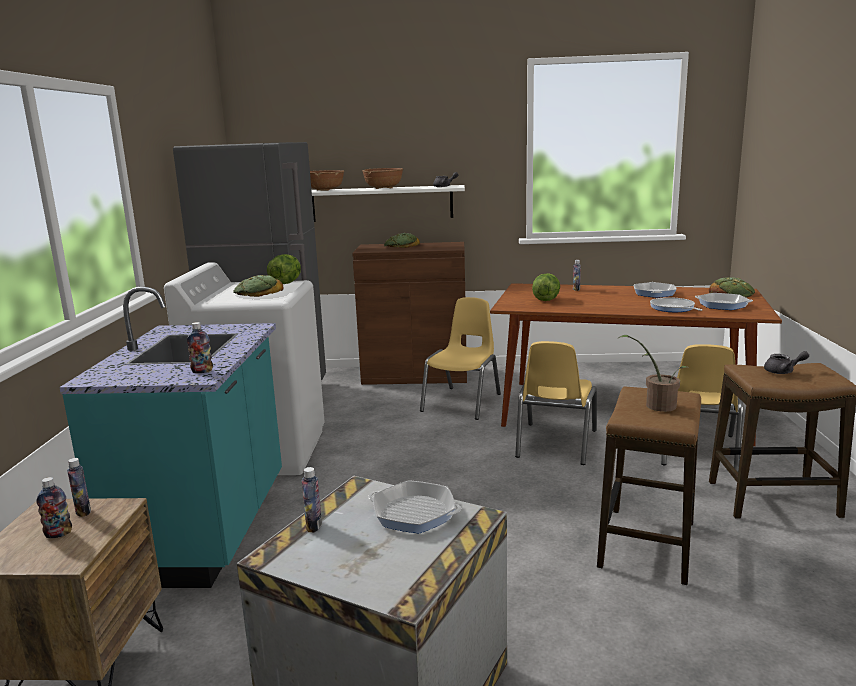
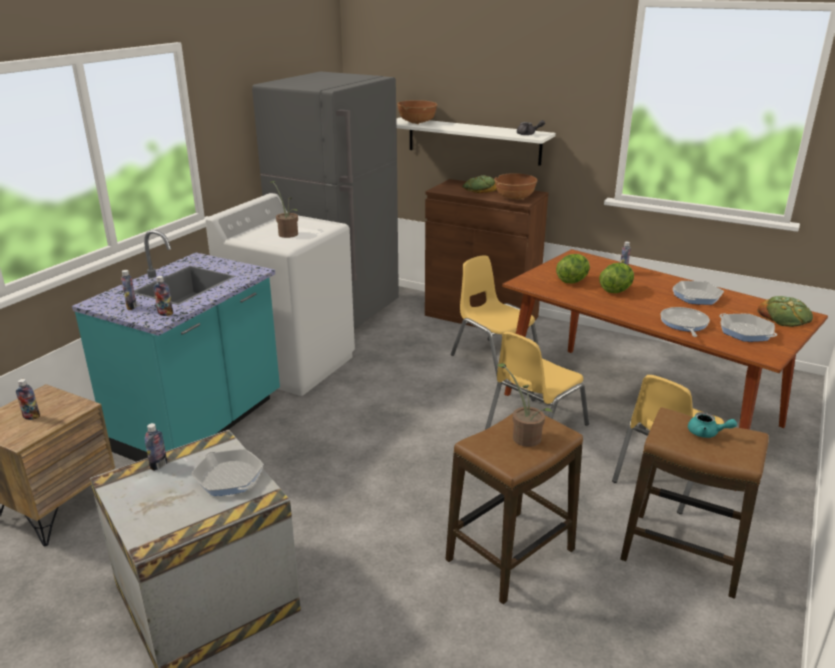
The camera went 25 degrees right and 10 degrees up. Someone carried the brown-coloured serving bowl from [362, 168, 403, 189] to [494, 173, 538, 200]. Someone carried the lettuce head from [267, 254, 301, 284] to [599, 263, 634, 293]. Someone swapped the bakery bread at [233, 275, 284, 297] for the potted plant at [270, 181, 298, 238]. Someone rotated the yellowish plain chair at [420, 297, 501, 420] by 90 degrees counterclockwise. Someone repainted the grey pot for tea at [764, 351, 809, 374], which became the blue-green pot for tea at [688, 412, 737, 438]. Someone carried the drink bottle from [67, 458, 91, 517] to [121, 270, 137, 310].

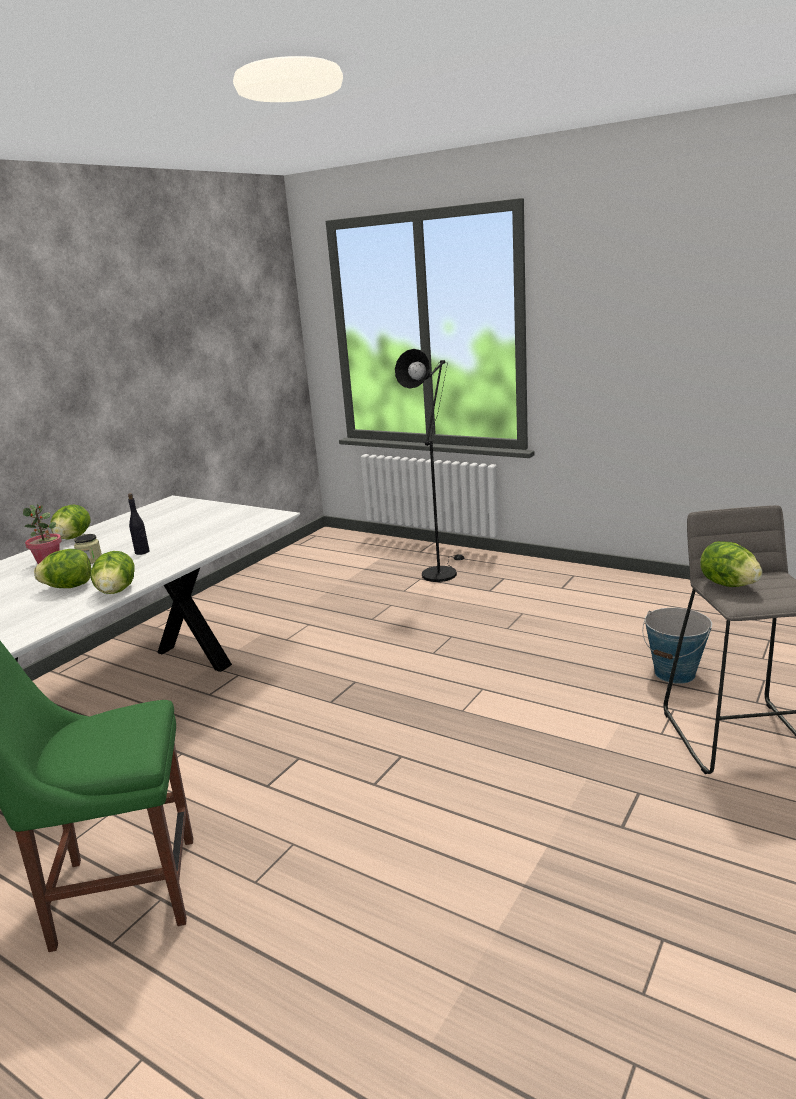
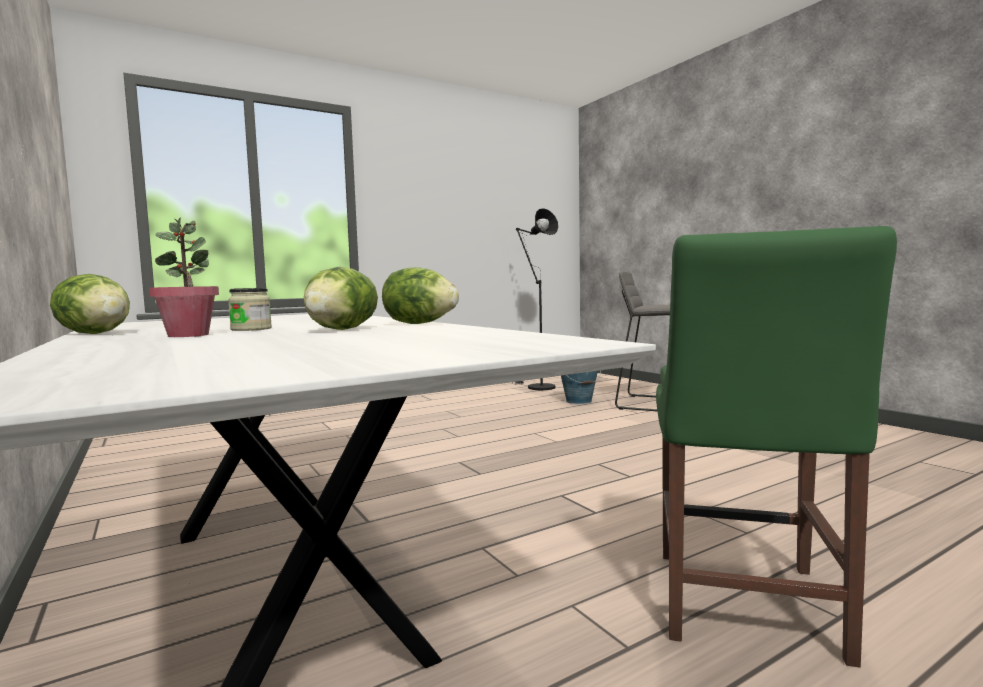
The camera went 65 degrees left and 15 degrees down. Someone carried the black floor lamp from [395, 349, 464, 582] to [512, 208, 558, 390]. Someone took away the black drink bottle at [128, 493, 150, 555]. Someone took away the lettuce head at [700, 541, 762, 587].

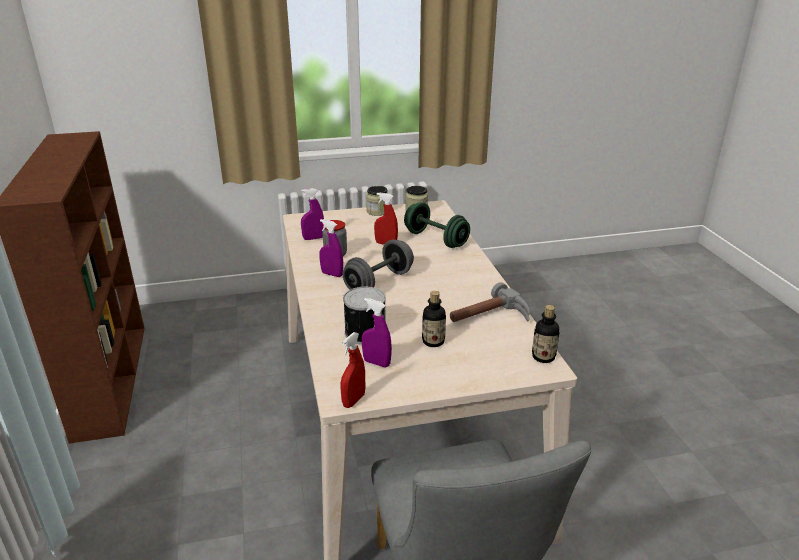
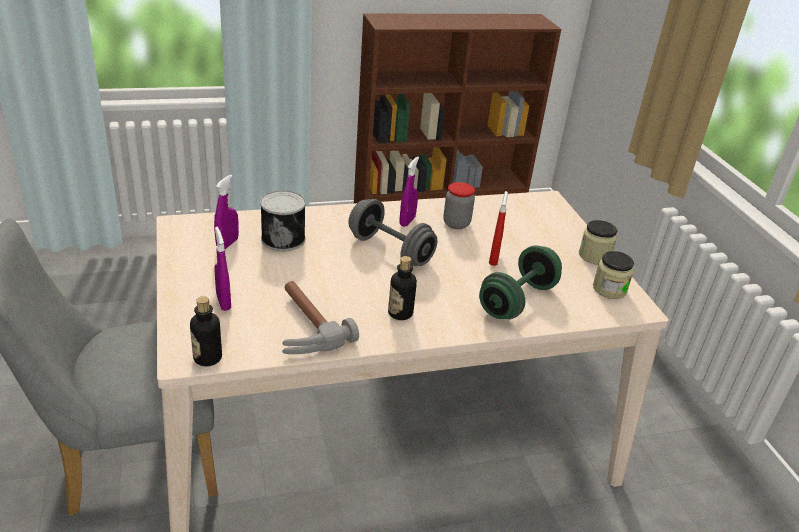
The camera went 85 degrees right and 5 degrees up. Someone carried the purple-coloured hand sprayer from [301, 188, 324, 240] to [215, 227, 231, 311]. Someone carried the drink bottle from [422, 291, 446, 347] to [388, 256, 417, 320]. Someone took away the reddish hand sprayer at [341, 332, 365, 408].

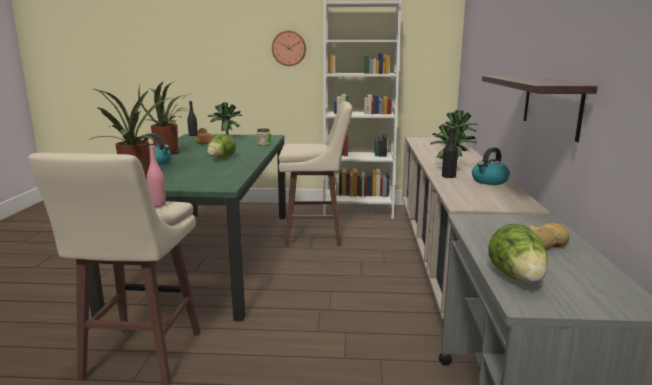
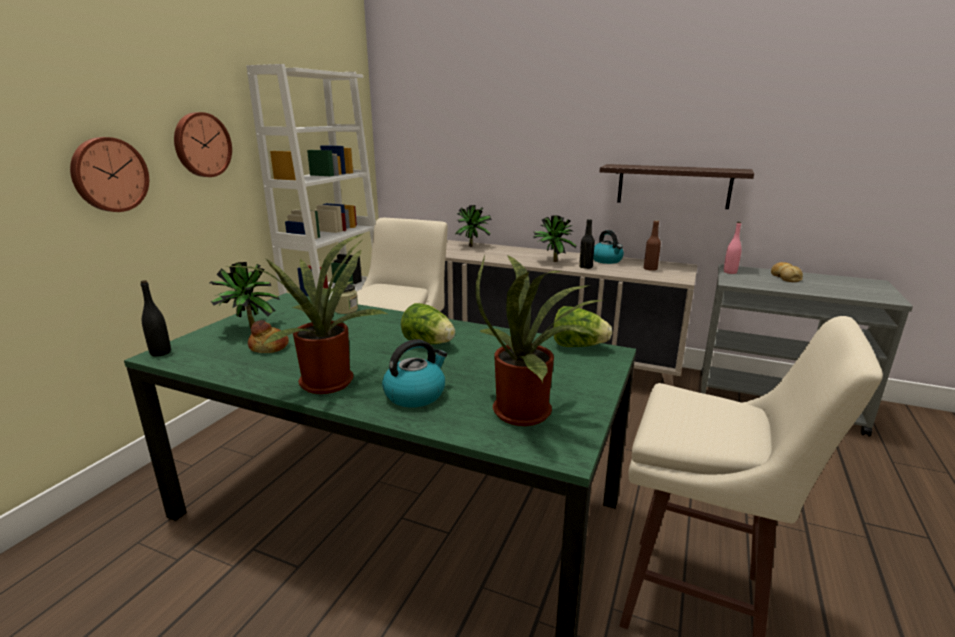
The camera went 70 degrees left and 5 degrees up. Someone carried the pinkish drink bottle from [147, 144, 166, 207] to [724, 222, 742, 274]. Someone carried the lettuce head from [489, 223, 548, 283] to [553, 306, 612, 347]. Someone put up the clock on the wall at [70, 137, 149, 212]. Someone put down the brown-coloured drink bottle at [644, 220, 661, 271].

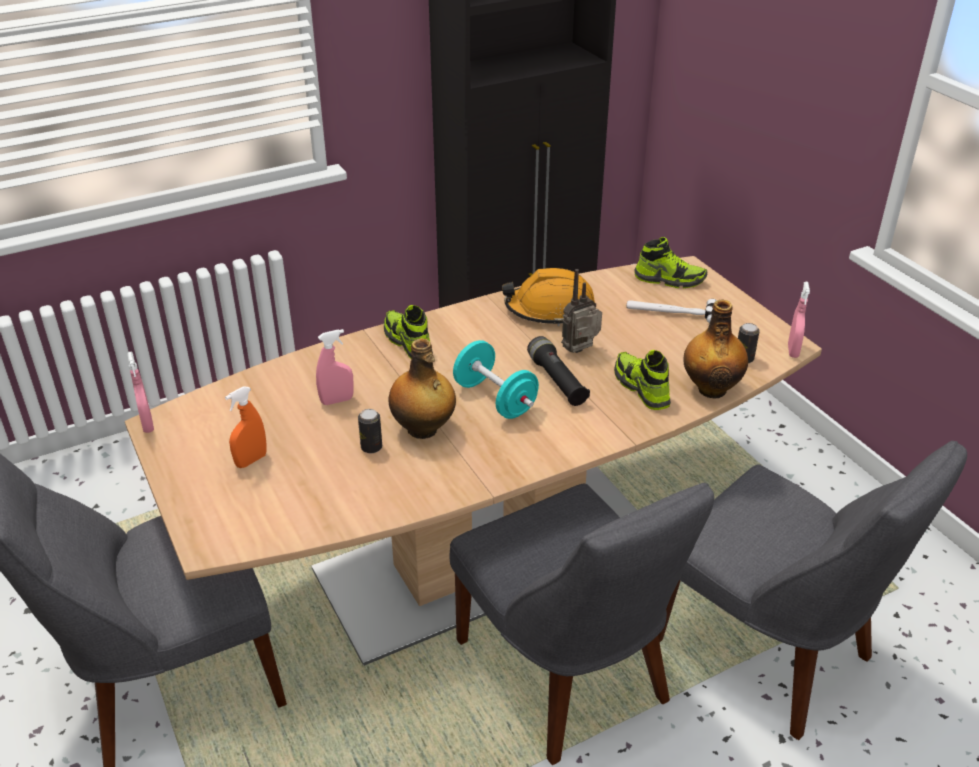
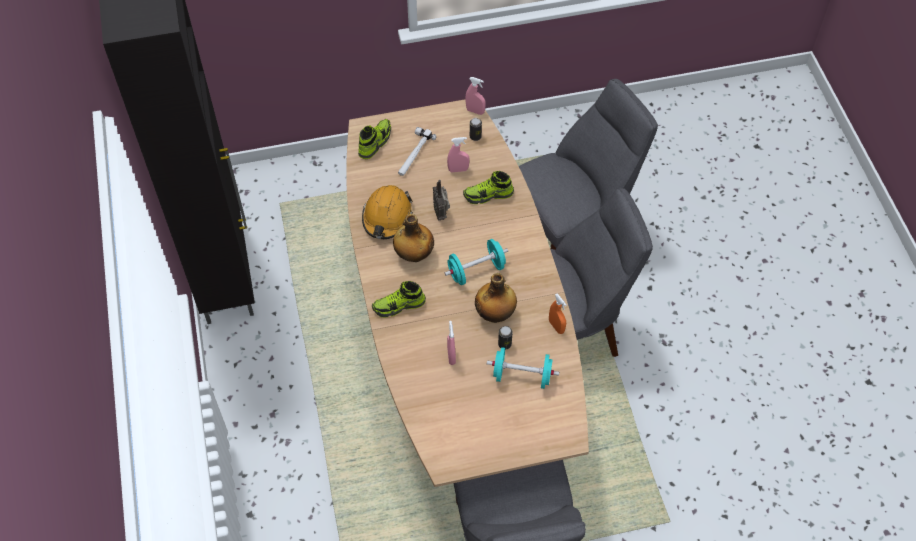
The camera went 75 degrees left and 20 degrees up. Someone carried the drink bottle from [683, 300, 748, 399] to [393, 214, 434, 262]. Someone took away the black flashlight at [527, 336, 590, 406]. Someone carried the pinkish hand sprayer from [127, 352, 154, 433] to [447, 137, 470, 172]. Someone carried the orange hand sprayer from [225, 386, 267, 468] to [549, 294, 566, 334]. Someone put down the blue-green hand weight at [487, 347, 559, 389].

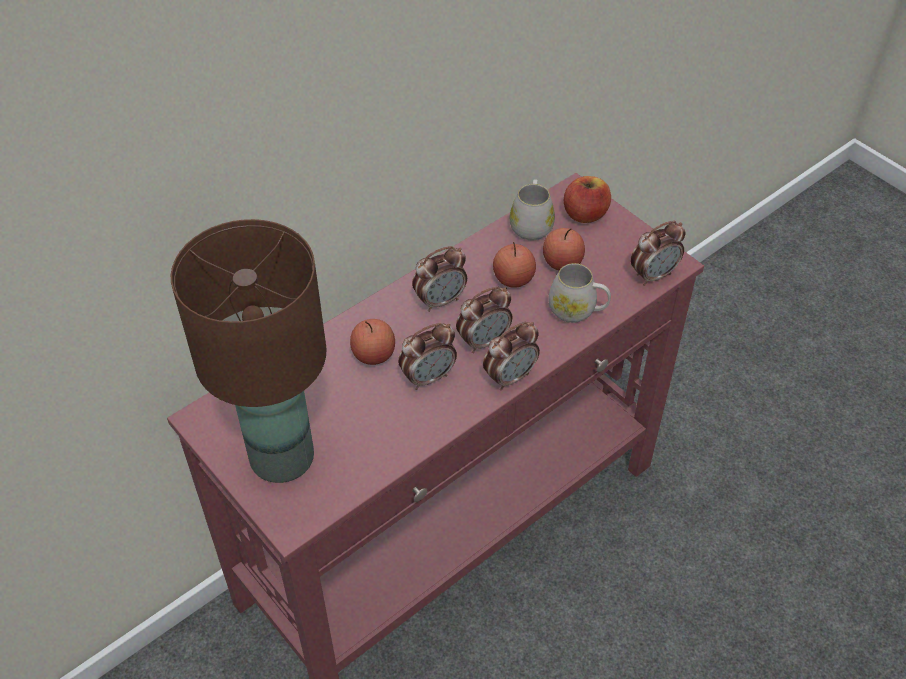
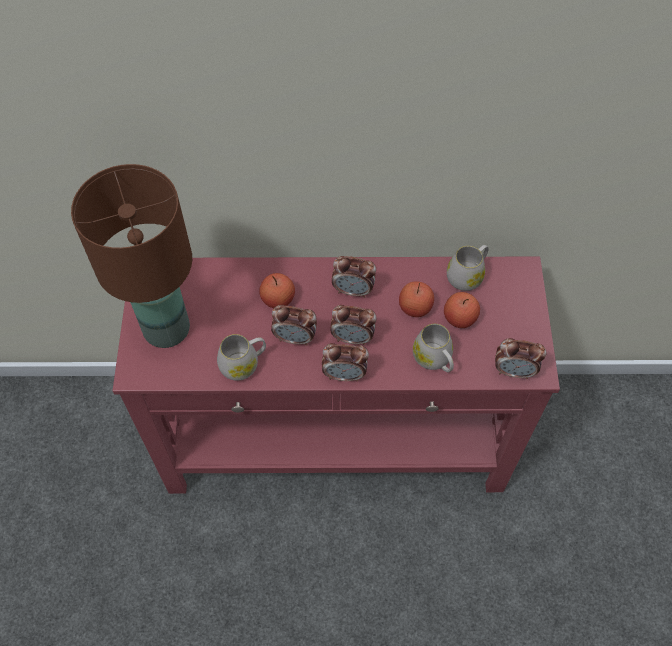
The camera went 40 degrees right and 10 degrees up. Someone took away the whole apple at [564, 176, 611, 223]. Someone put down the white-coloured mug at [217, 334, 266, 381].

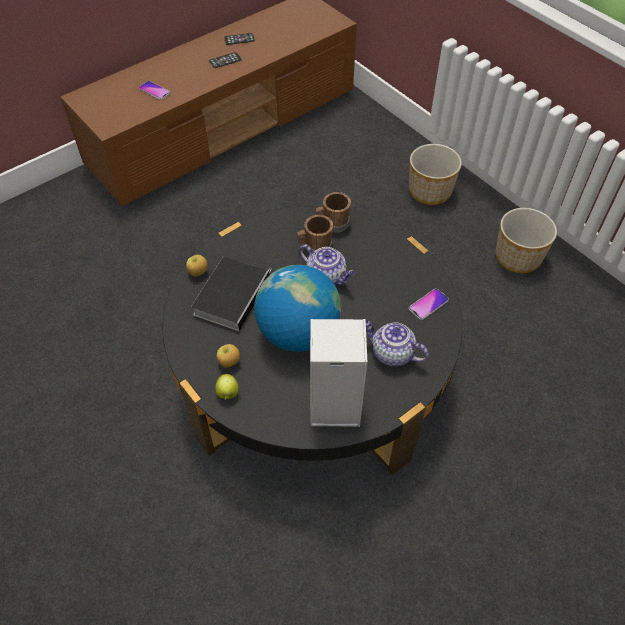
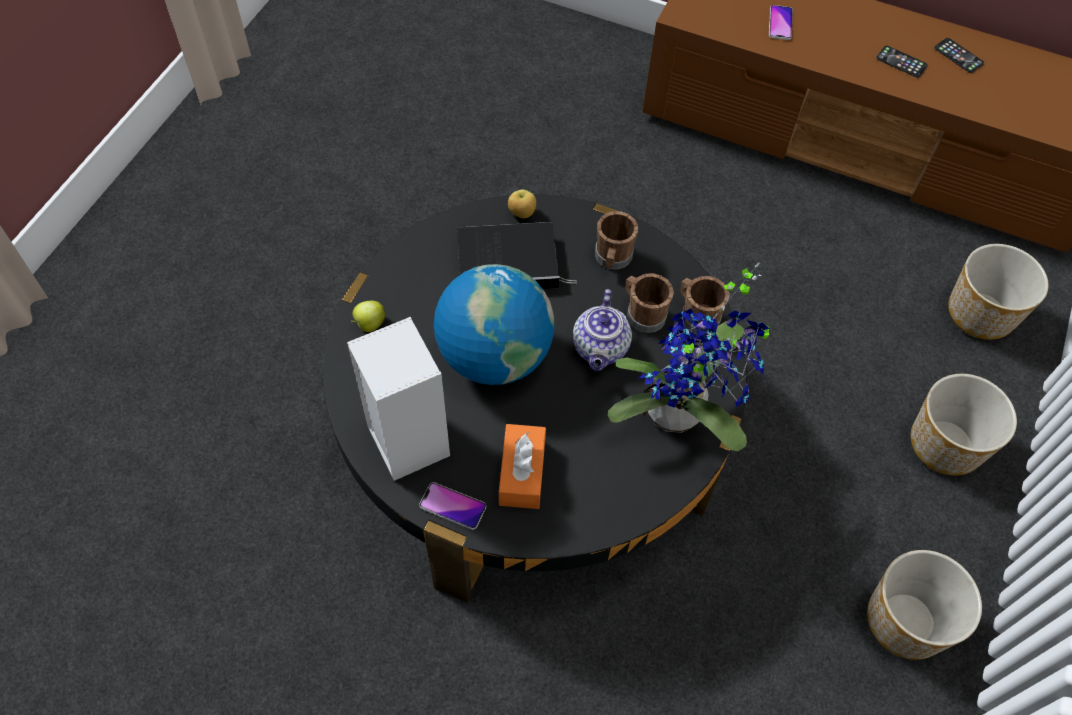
The camera went 60 degrees right and 5 degrees up. Someone carried the phone from [409, 288, 449, 320] to [419, 482, 486, 530]. Someone swapped the pot for tea at [366, 320, 429, 367] for the orange tissue holder at [499, 424, 546, 509]. Someone took away the whole apple at [217, 344, 240, 368]. Someone put down the brown-coloured mug at [595, 211, 638, 270]. Someone put down the flower pot at [948, 244, 1049, 340]. Someone put down the potted plant at [608, 263, 769, 451].

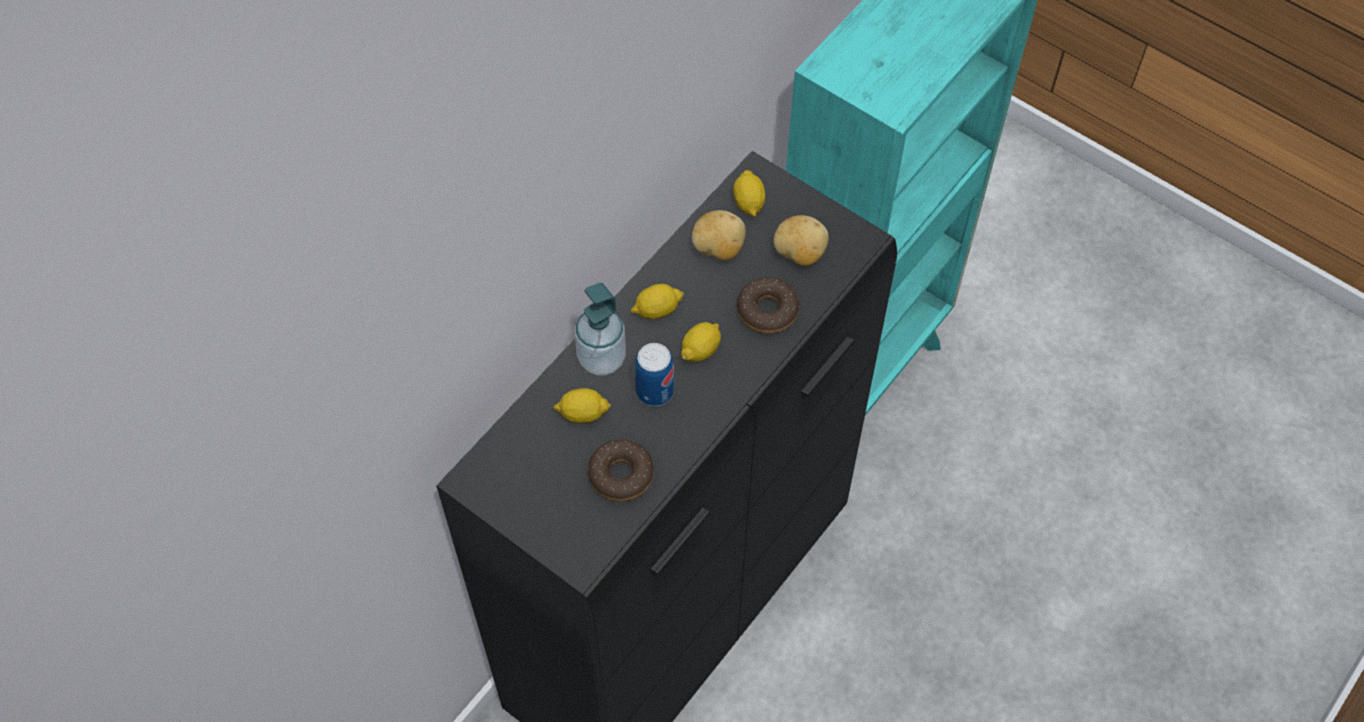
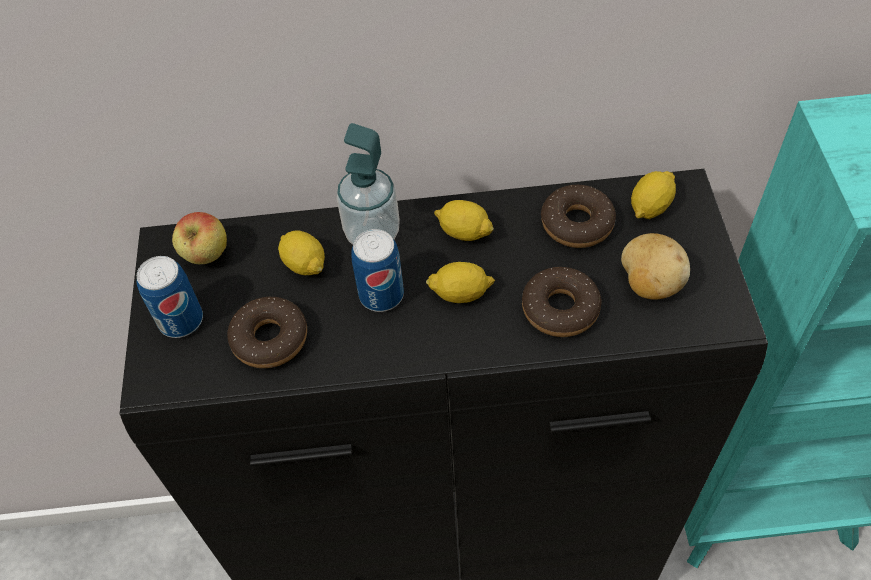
The camera went 50 degrees right and 5 degrees down. Someone swapped the spud at [692, 210, 746, 260] for the donut at [541, 185, 616, 248]. Someone put down the whole apple at [172, 212, 227, 264]. Someone put down the metal can at [136, 256, 203, 338].

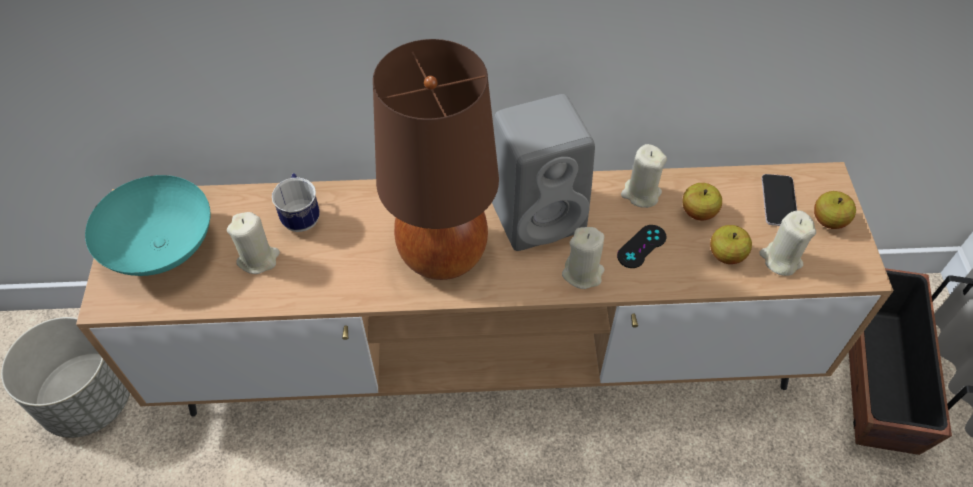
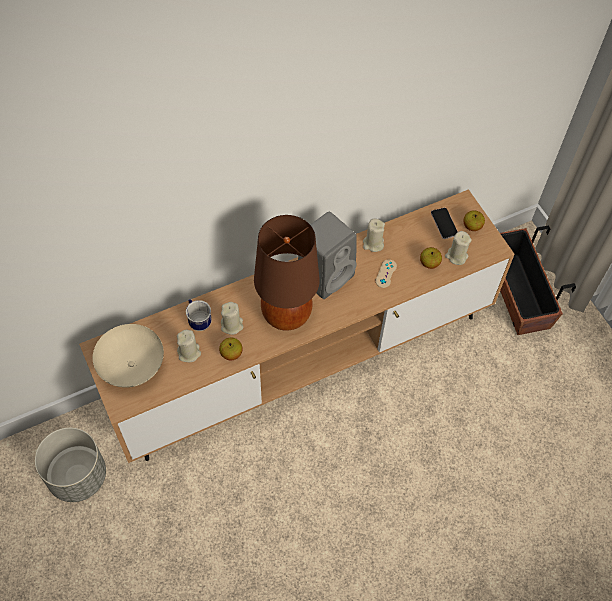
The camera went 25 degrees left and 5 degrees up. Someone repainted the blue-green serving bowl at [85, 175, 210, 276], which became the beige serving bowl at [93, 324, 164, 388]. Someone carried the whole apple from [682, 183, 722, 221] to [219, 338, 242, 360]. Someone repainted the black joypad at [617, 225, 666, 268], which became the beige joypad at [376, 260, 397, 288]. Someone carried the beige candle from [562, 227, 604, 289] to [221, 302, 243, 335].

